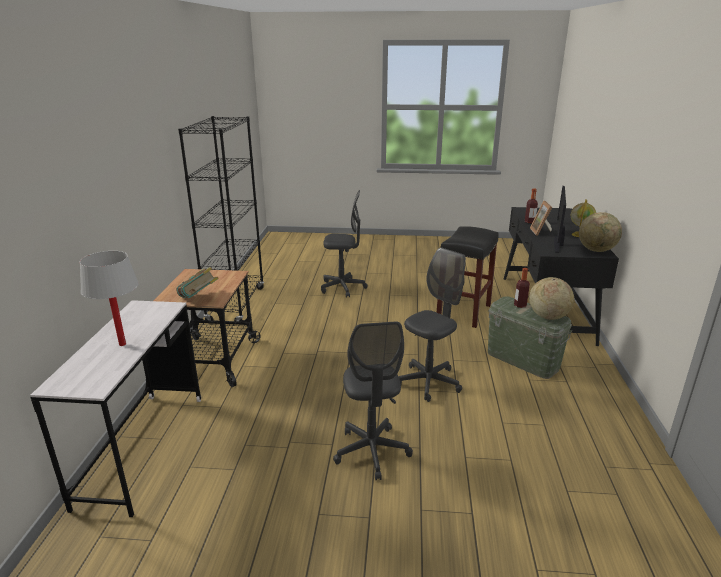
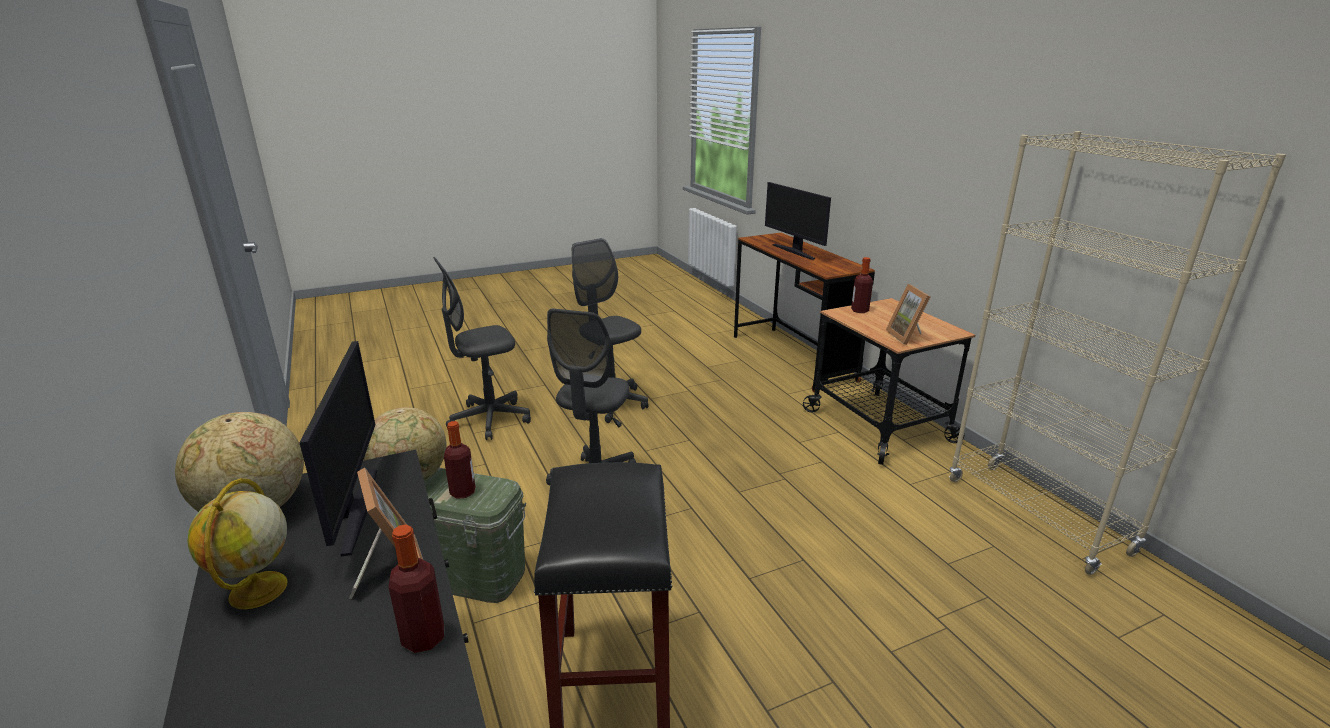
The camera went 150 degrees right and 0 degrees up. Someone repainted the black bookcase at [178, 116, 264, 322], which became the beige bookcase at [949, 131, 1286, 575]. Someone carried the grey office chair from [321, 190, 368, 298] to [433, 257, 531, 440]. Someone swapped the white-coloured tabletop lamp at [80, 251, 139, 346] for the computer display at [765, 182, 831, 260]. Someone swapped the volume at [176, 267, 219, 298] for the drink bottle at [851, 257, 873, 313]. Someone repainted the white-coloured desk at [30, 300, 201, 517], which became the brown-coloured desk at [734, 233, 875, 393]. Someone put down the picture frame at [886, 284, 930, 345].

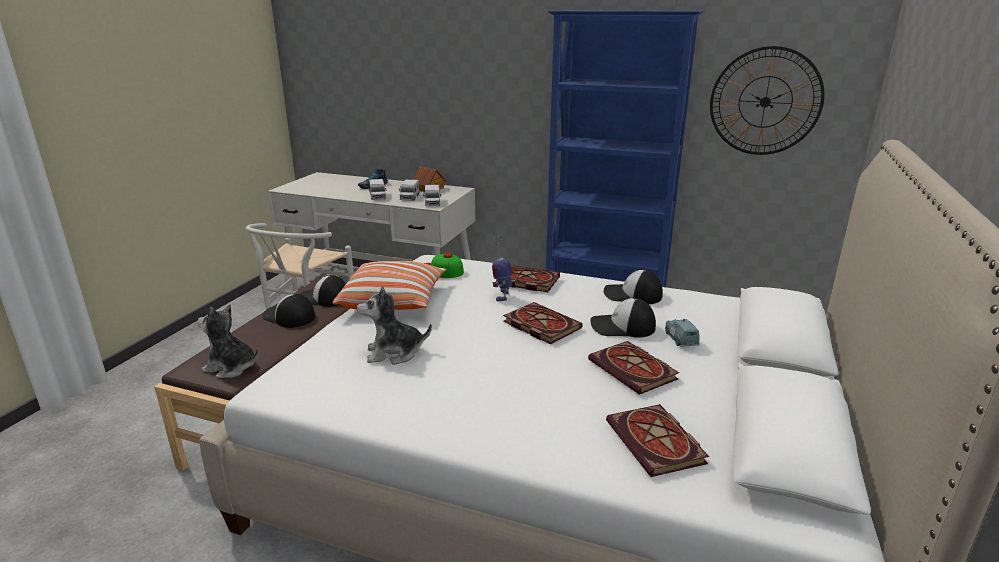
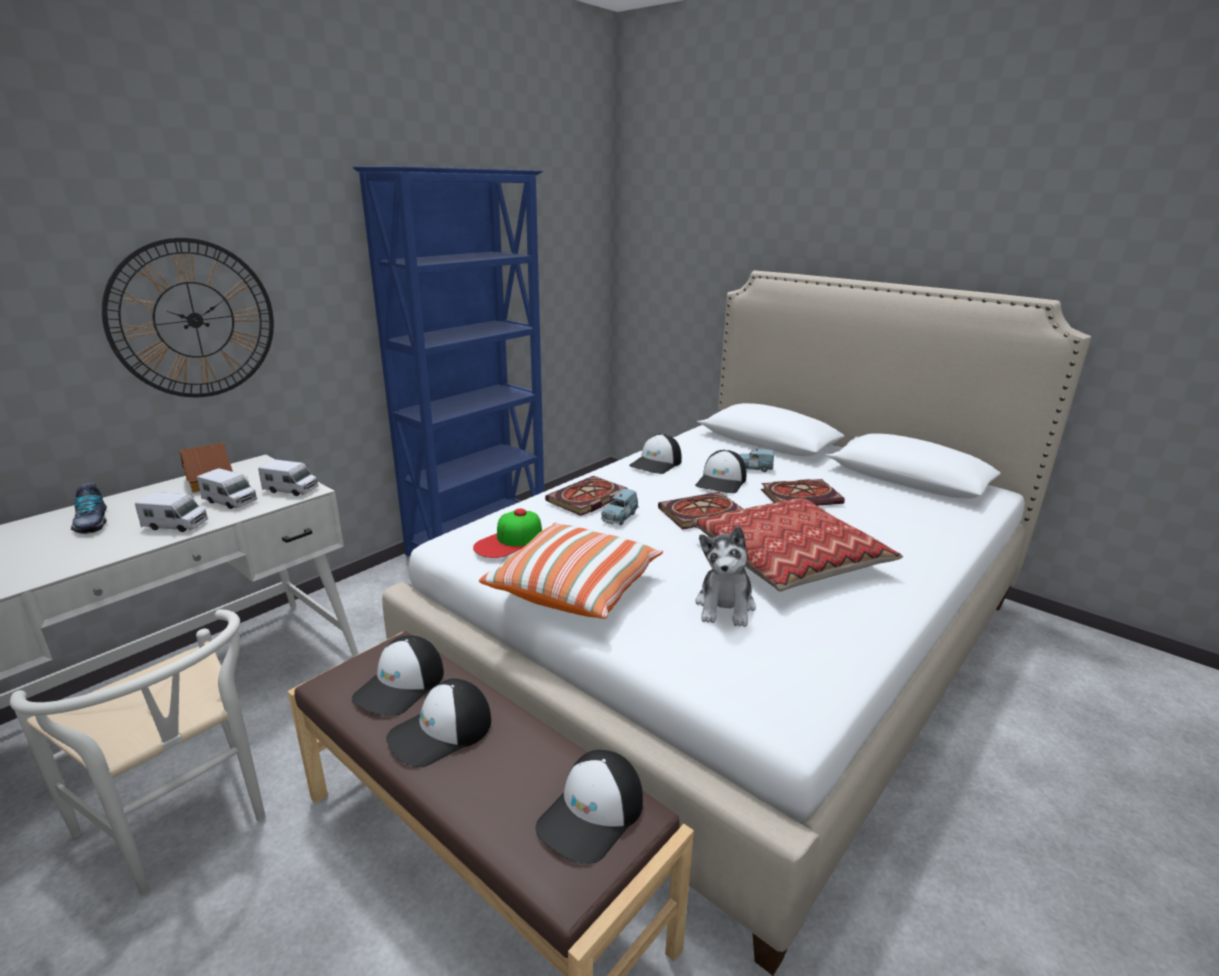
The camera went 70 degrees left and 0 degrees up. Someone carried the clock on the wall from [710, 46, 825, 155] to [102, 238, 274, 397]. Someone swapped the toy robot at [492, 235, 512, 302] for the blue miniature car at [601, 489, 639, 525]. Someone swapped the cuddly toy at [197, 305, 259, 378] for the peaked cap at [536, 750, 643, 864]. Someone took away the volume at [606, 404, 709, 477]. Someone put down the throw pillow at [692, 497, 903, 591].

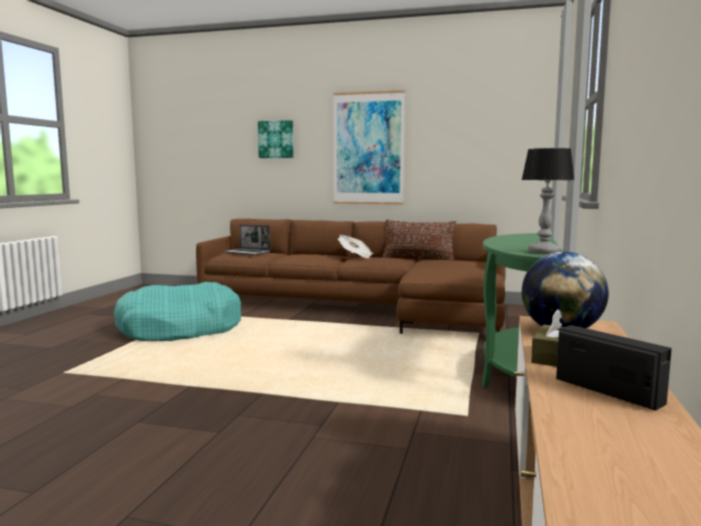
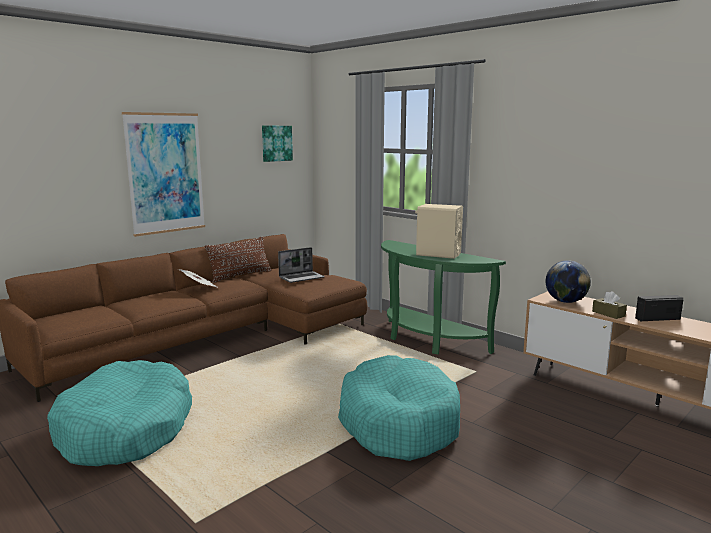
The camera went 60 degrees left and 5 degrees up. Someone carried the picture from [258, 120, 294, 158] to [262, 126, 293, 162]. Someone took away the tabletop lamp at [522, 148, 575, 254]. Someone carried the portable computer from [224, 224, 270, 255] to [278, 247, 324, 283]. Someone put down the beige audio speaker at [415, 204, 463, 259]. Someone put down the blue-green pet bed at [338, 355, 460, 461].

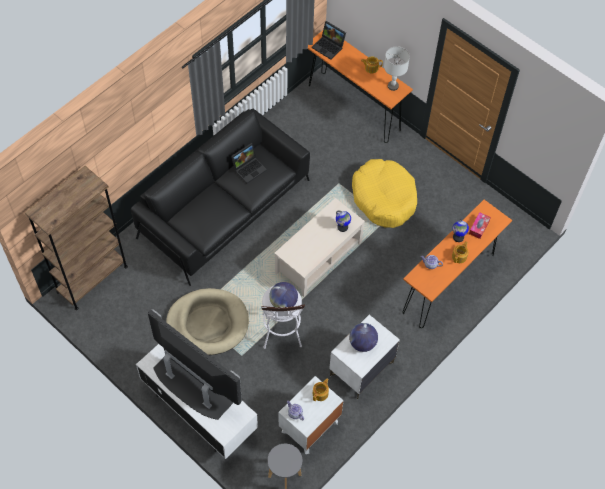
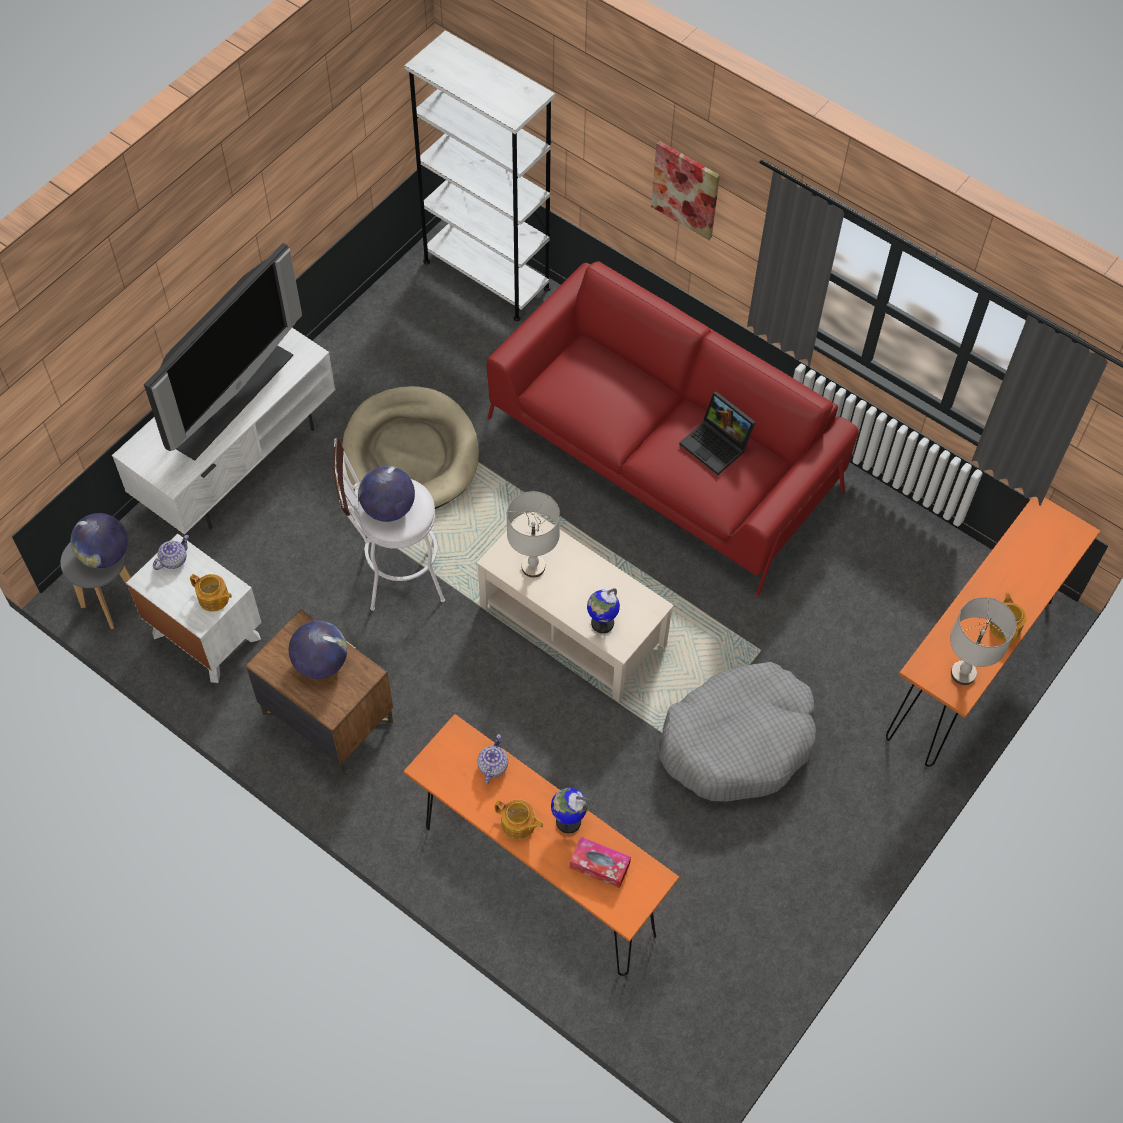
The camera went 85 degrees right and 0 degrees up. Someone took away the portable computer at [312, 21, 346, 60]. Someone repainted the black sofa at [131, 109, 310, 286], which became the reddish sofa at [487, 261, 859, 596]. Someone repainted the yellowish pet bed at [352, 159, 417, 228], which became the grey pet bed at [659, 662, 816, 802]. Someone repainted the brown-coloured bookcase at [25, 166, 128, 310], which became the white-coloured bookcase at [404, 30, 555, 321]. Someone repainted the white-coloured nightstand at [329, 315, 400, 399], which became the brown-coloured nightstand at [245, 609, 393, 776]. Someone put up the picture at [651, 141, 720, 240]. Someone put down the grey tabletop lamp at [507, 491, 560, 578]. Someone put down the world globe at [71, 513, 128, 568].

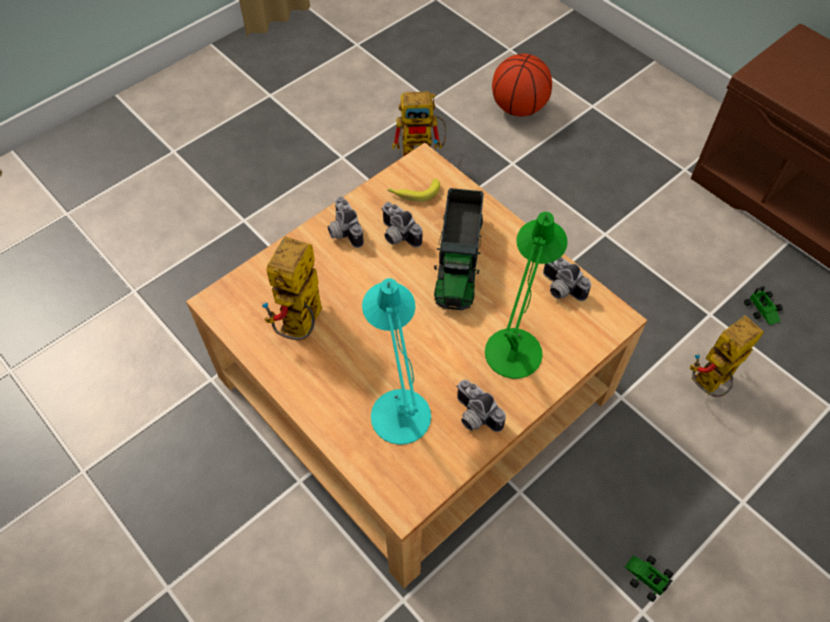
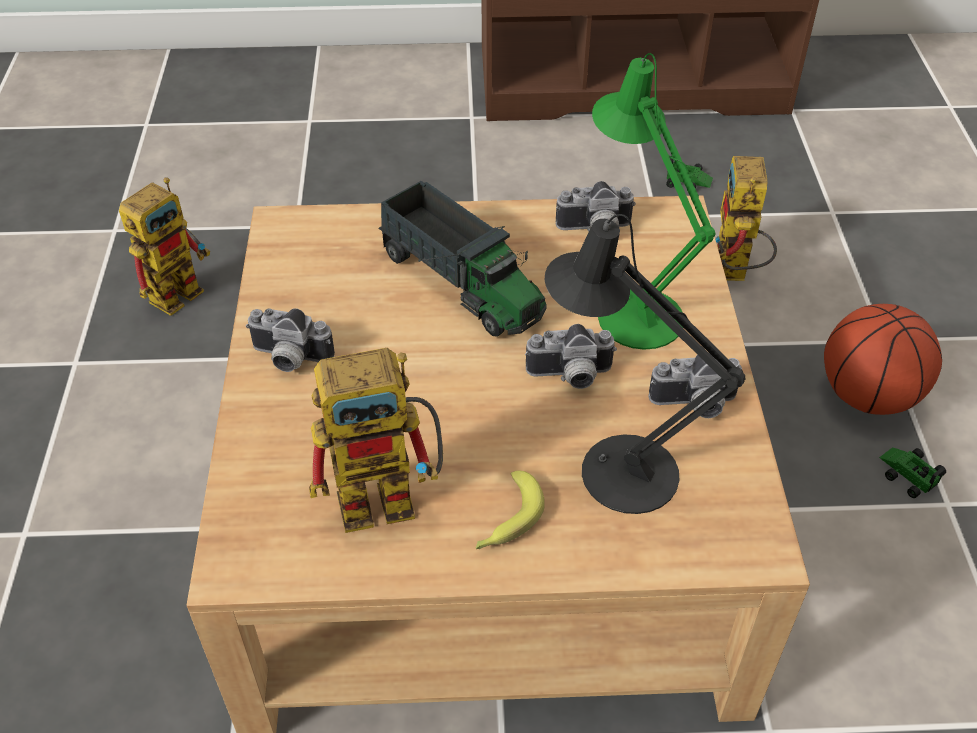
The camera went 50 degrees left and 10 degrees down. Someone carried the ball for basketball from [492, 54, 552, 116] to [824, 304, 942, 415]. Someone carried the whole banana from [388, 178, 440, 202] to [476, 471, 545, 549]. Someone carried the photo camera from [381, 202, 422, 248] to [525, 324, 617, 389]. Someone rotated the toy robot at [261, 237, 322, 340] by 75 degrees counterclockwise. Someone repainted the blue-green tabletop lamp at [362, 278, 431, 445], which became the black tabletop lamp at [545, 214, 745, 514]. Someone rotated the miniature car at [625, 555, 673, 602] by 60 degrees clockwise.

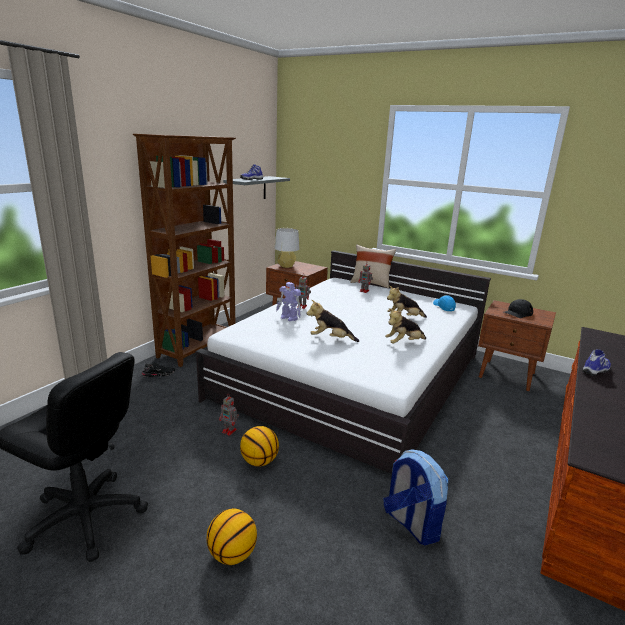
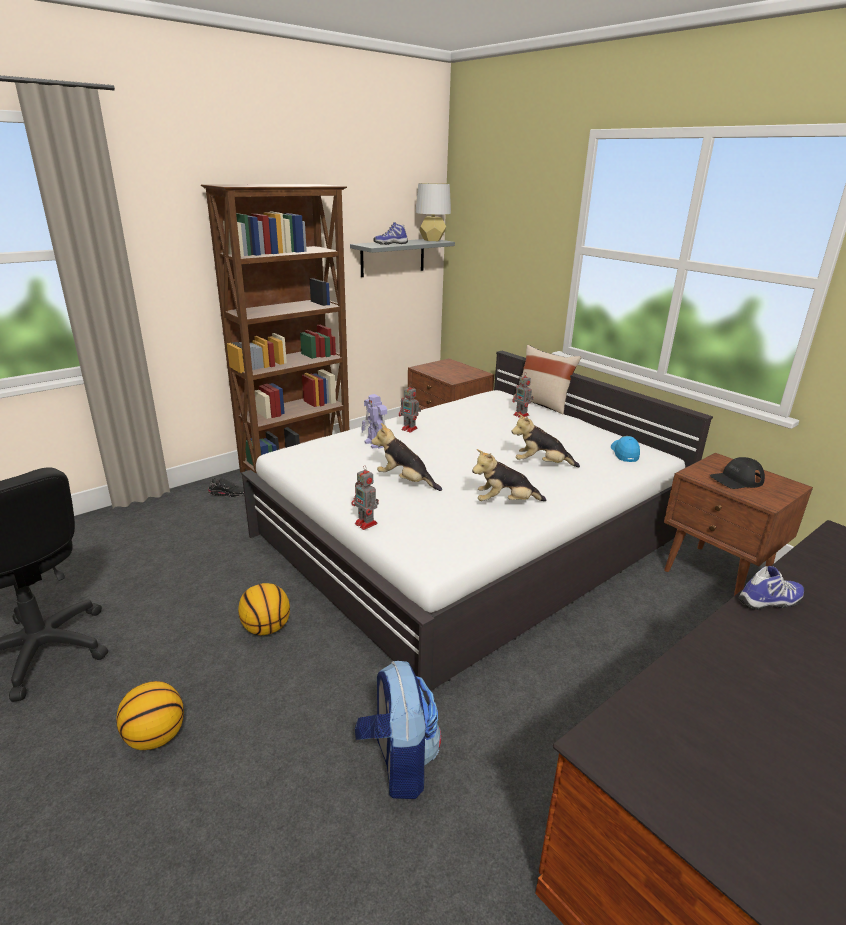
The camera went 20 degrees right and 5 degrees up. Someone carried the grey tabletop lamp from [274, 228, 300, 268] to [415, 183, 451, 241]. Someone carried the toy robot from [219, 394, 239, 436] to [351, 465, 379, 530].

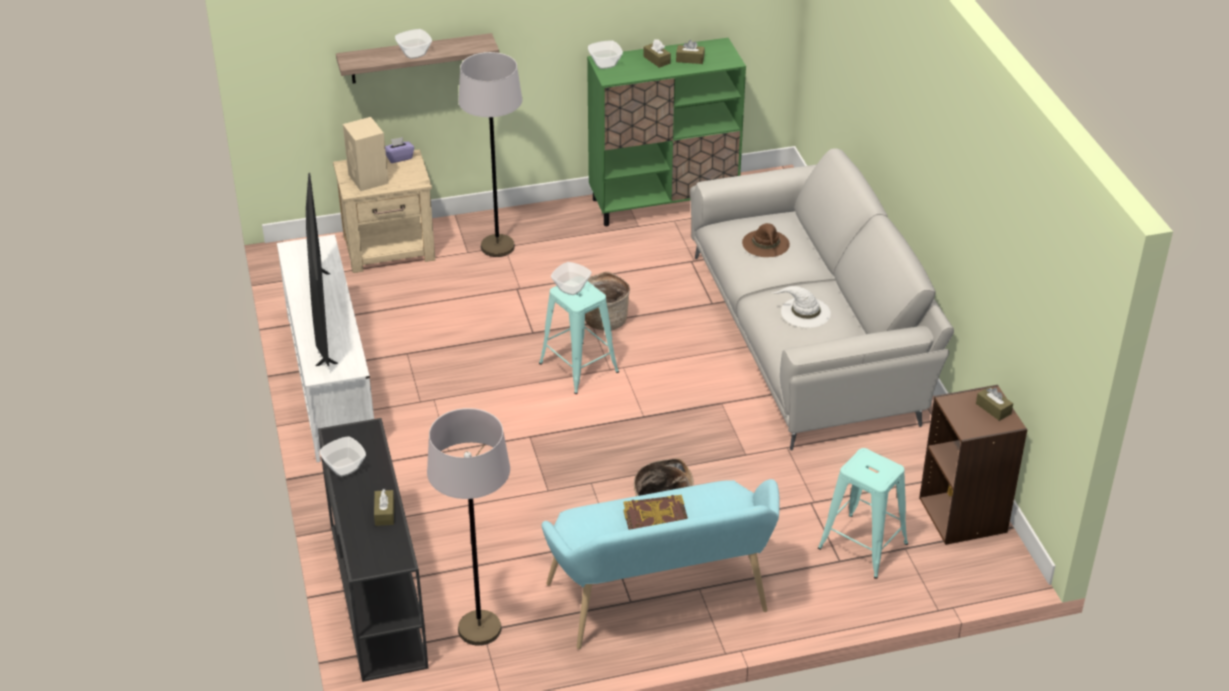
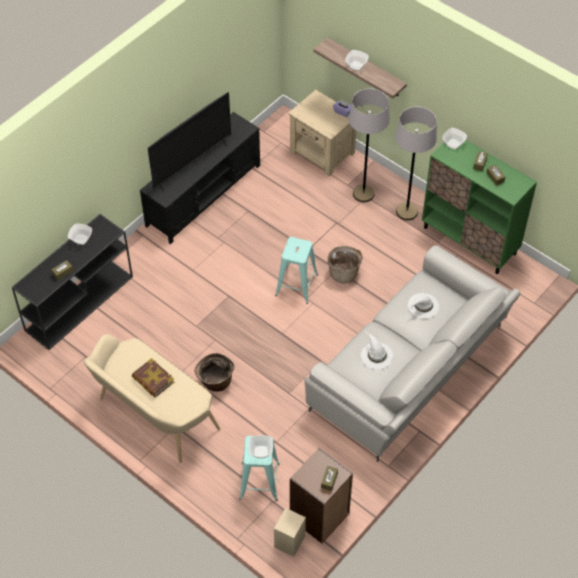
The camera went 55 degrees right and 15 degrees up. Someone carried the beige audio speaker from [343, 117, 389, 191] to [274, 508, 306, 557]. Someone repainted the brown-coloured hat at [742, 223, 790, 257], which became the white-coloured hat at [408, 293, 439, 319]. Someone repainted the white-coloured media console at [277, 234, 374, 462], which became the black media console at [140, 112, 260, 244]. Someone carried the serving bowl from [551, 262, 591, 295] to [248, 435, 273, 458]. Someone carried the grey floor lamp from [427, 408, 510, 646] to [395, 107, 437, 221]. Someone repainted the blue-green indoor bench at [542, 479, 780, 649], which became the beige indoor bench at [84, 334, 220, 463].

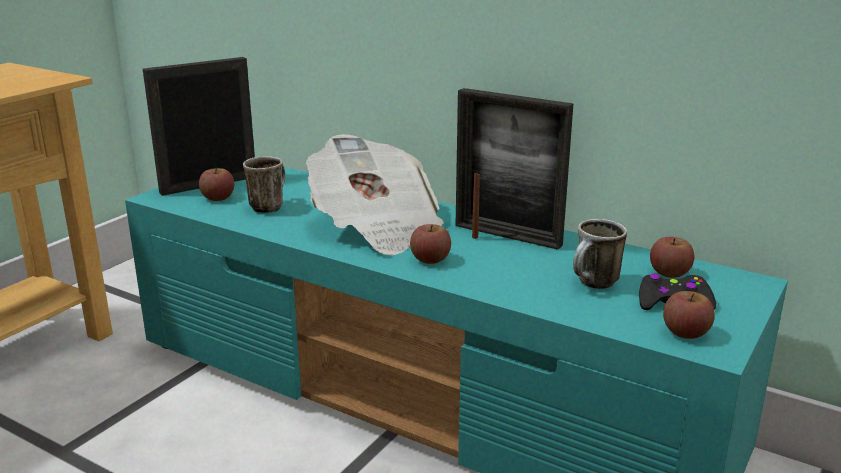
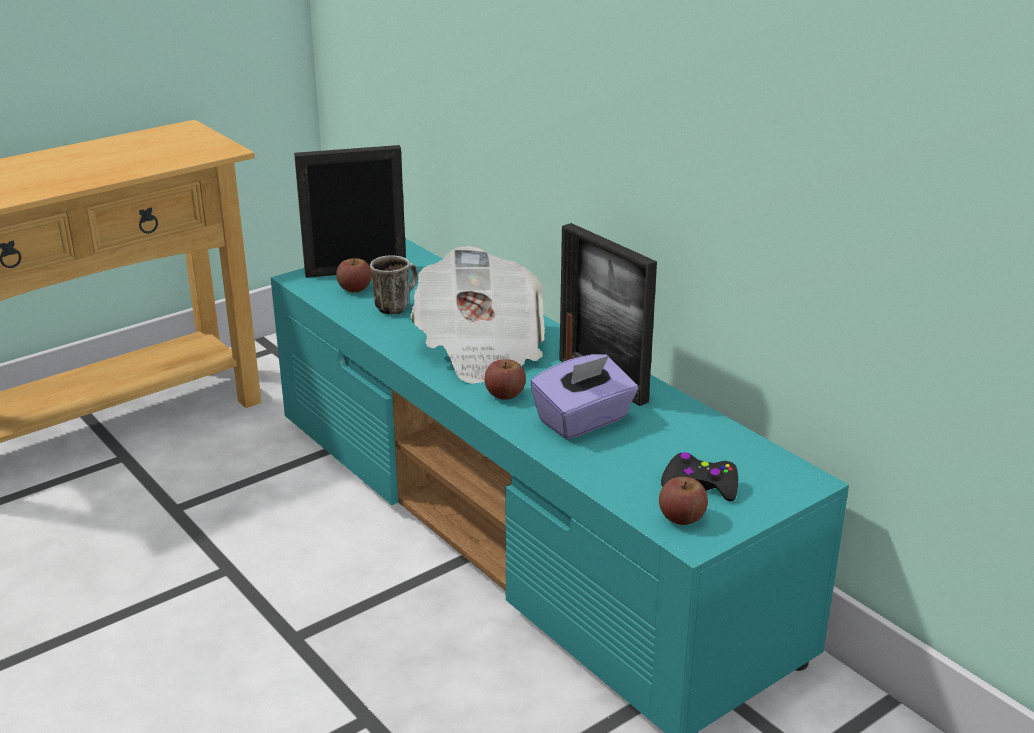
The camera went 20 degrees right and 5 degrees up. Someone took away the mug at [573, 219, 627, 289]. Someone took away the whole apple at [650, 237, 694, 278]. Someone put down the purple-coloured tissue holder at [530, 354, 638, 439].

